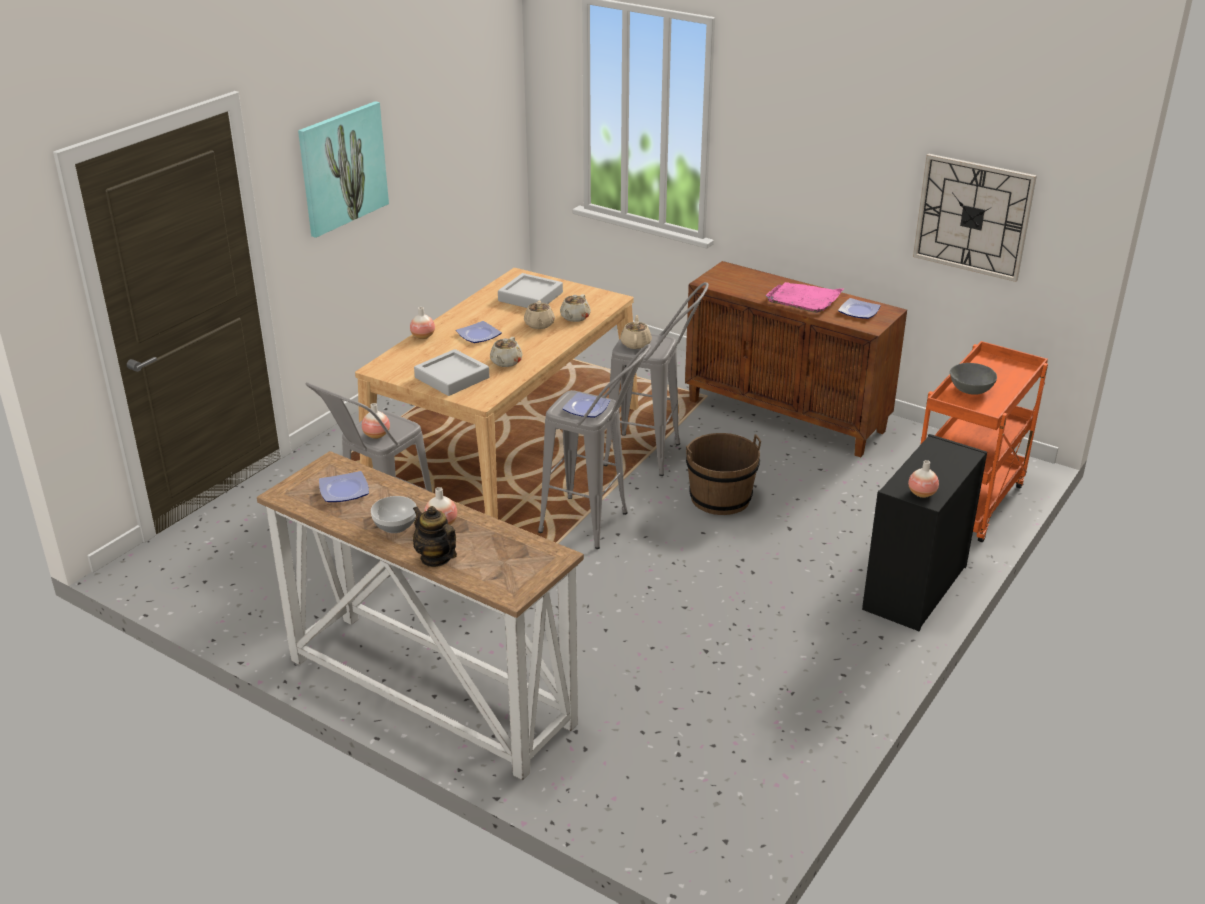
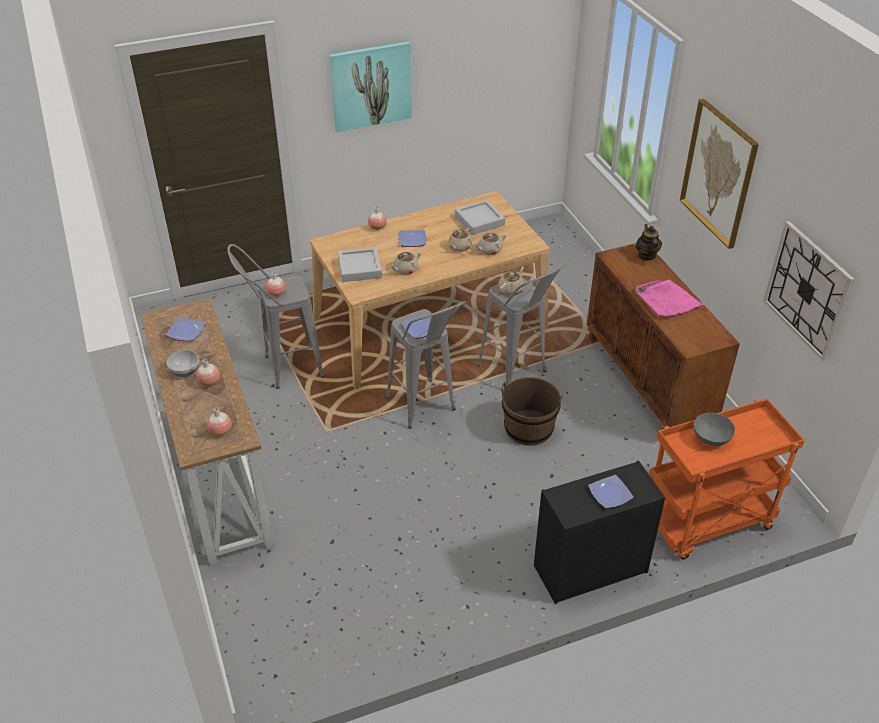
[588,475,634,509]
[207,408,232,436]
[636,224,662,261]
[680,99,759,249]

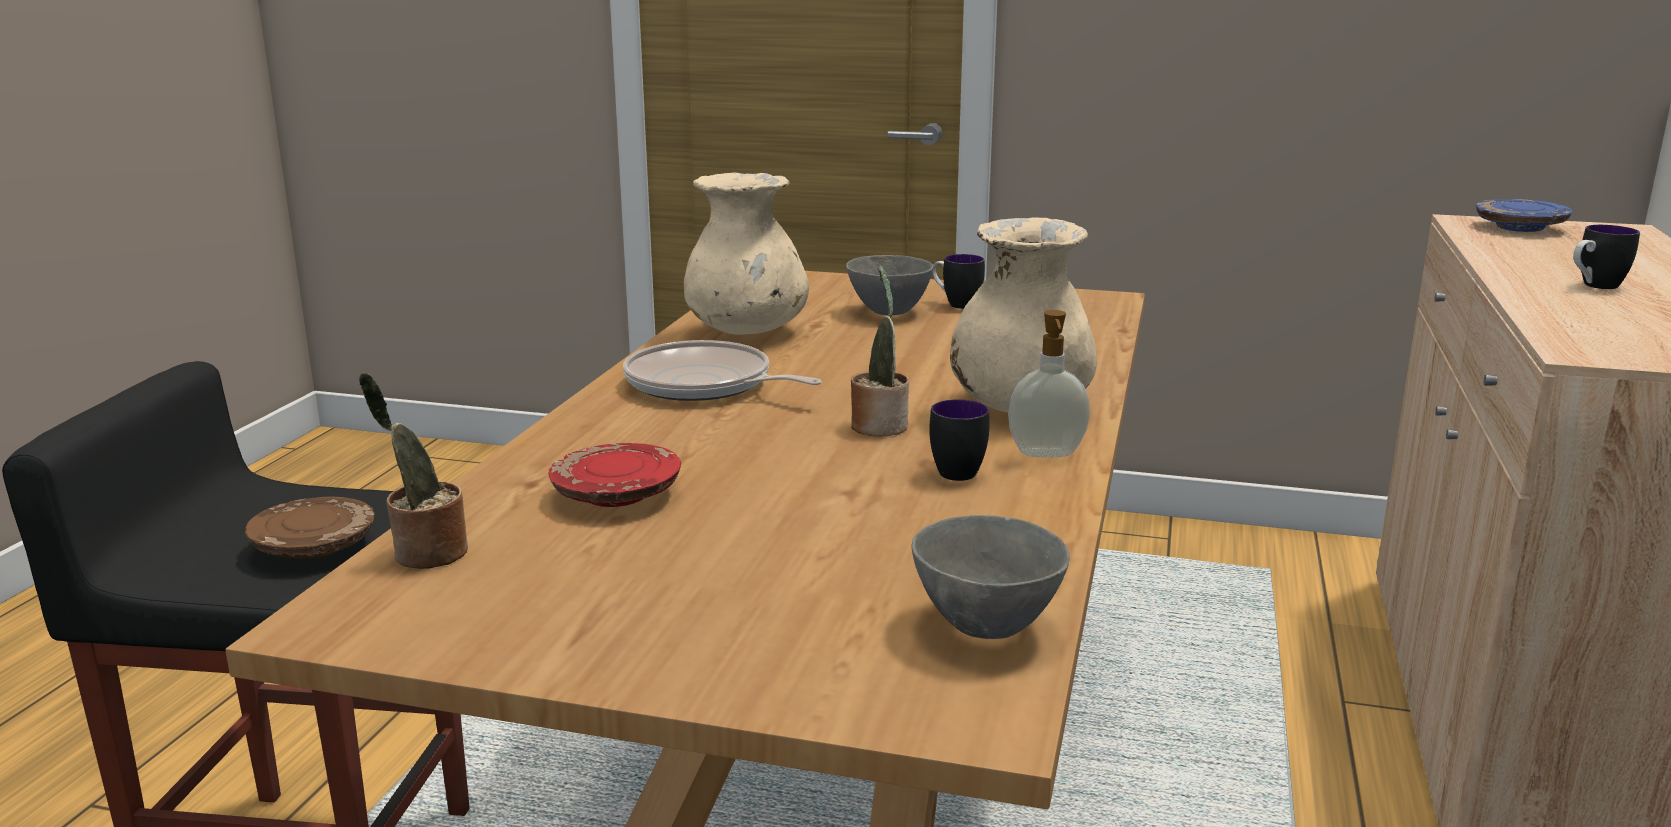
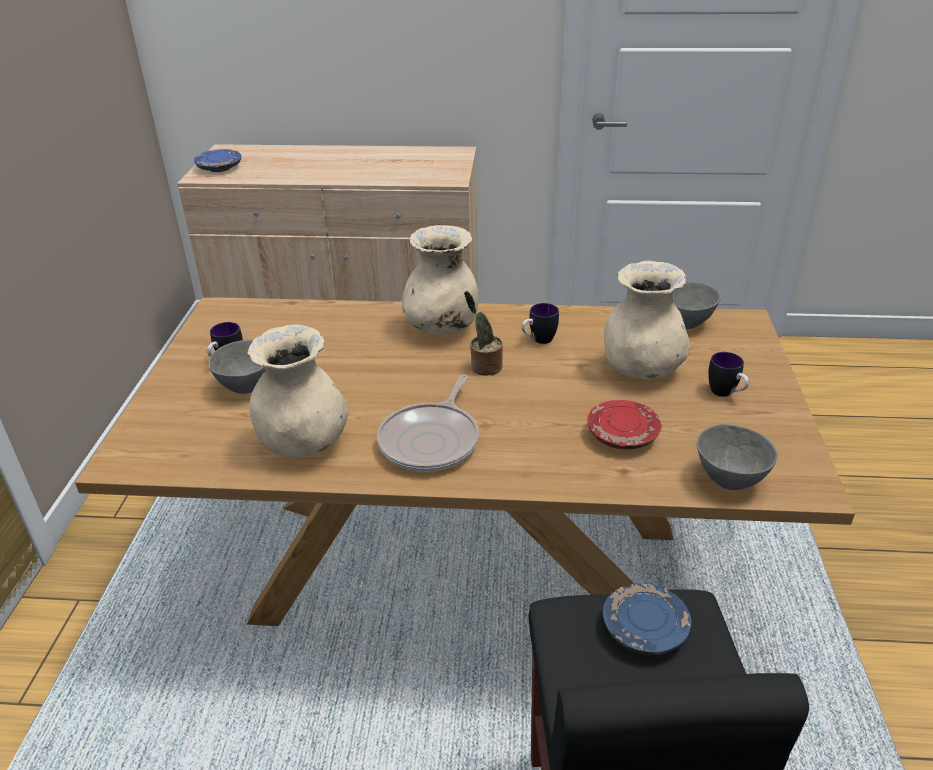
[708,352,749,397]
[1008,310,1090,458] (first image)
[697,424,778,490]
[603,583,692,655]
[604,260,690,379]

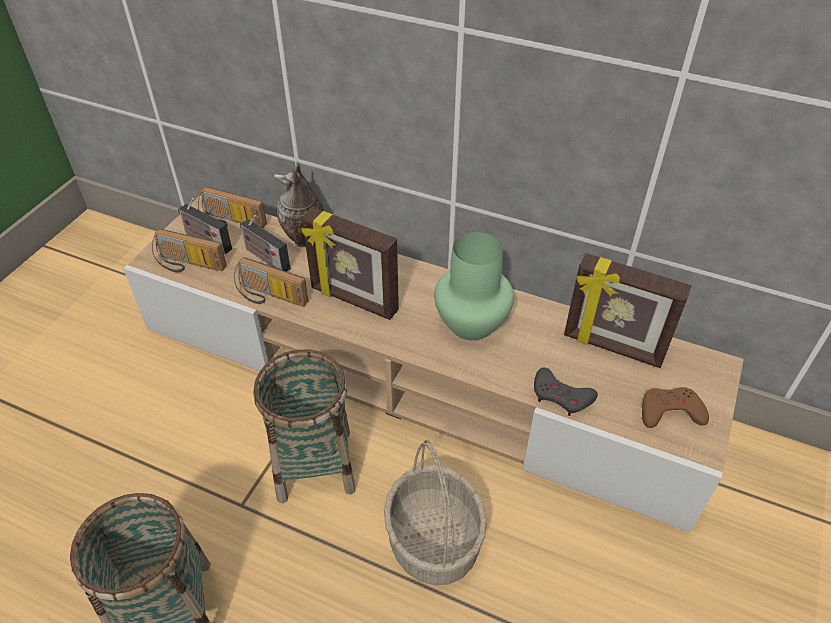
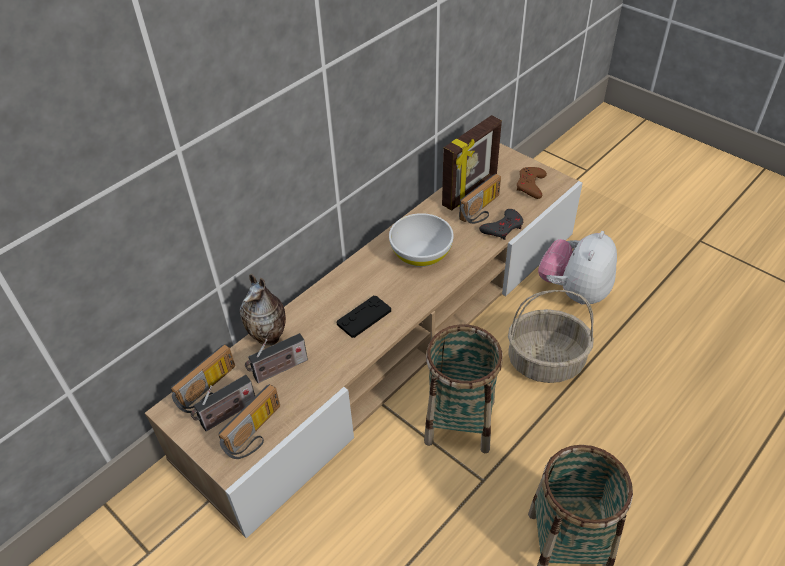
[336,295,391,338]
[389,213,454,267]
[459,174,501,224]
[538,231,617,304]

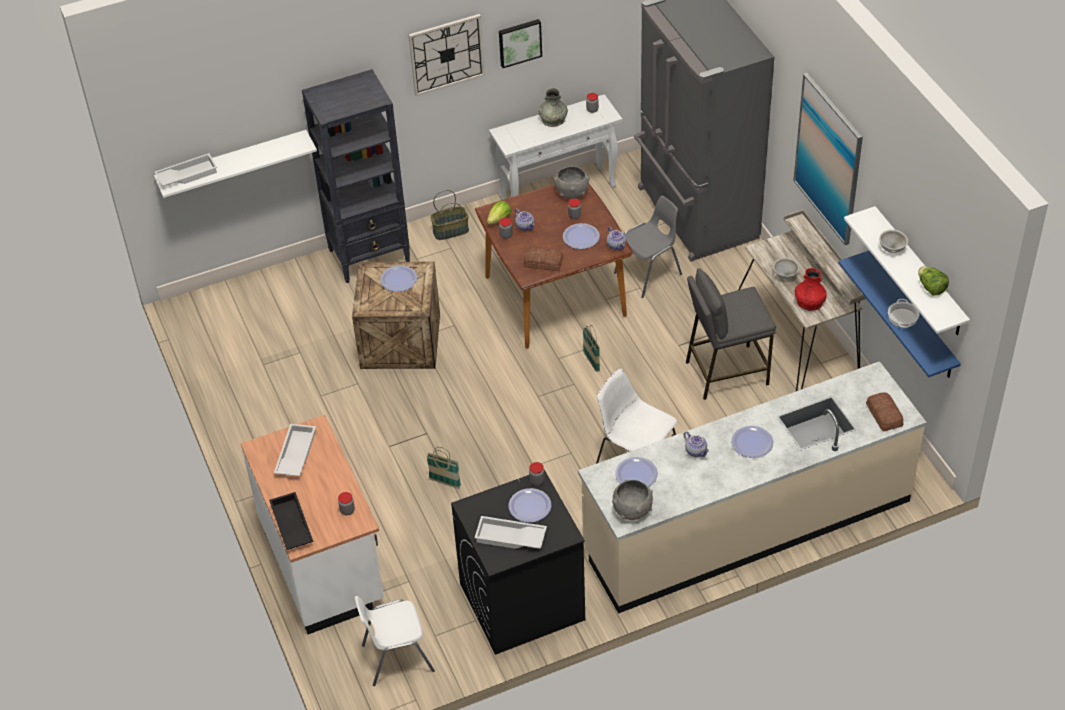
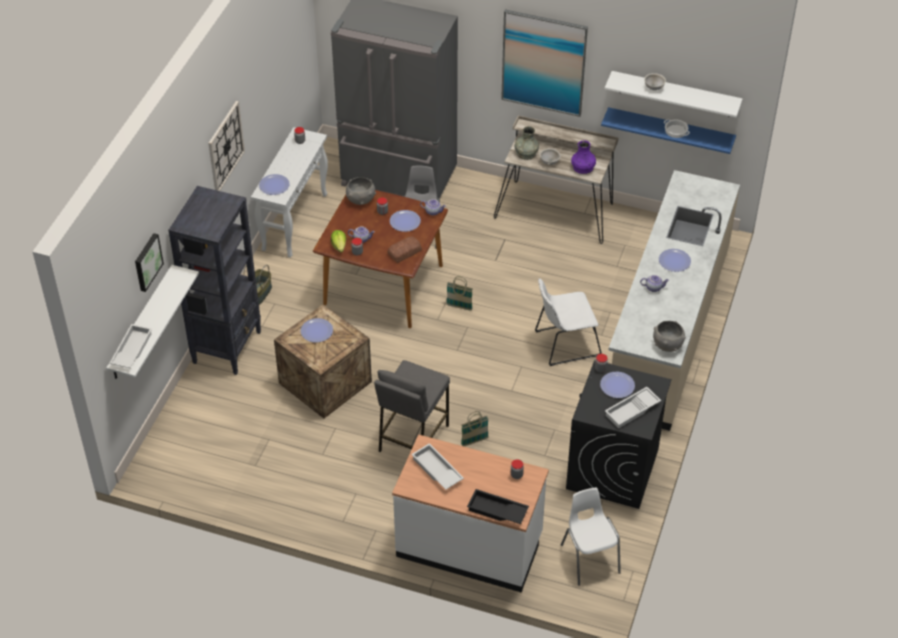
[135,233,164,292]
[515,126,539,160]
[918,266,949,296] (first image)
[374,360,450,452]
[571,140,596,174]
[866,392,903,432] (first image)
[259,174,290,195]
[561,488,621,586]

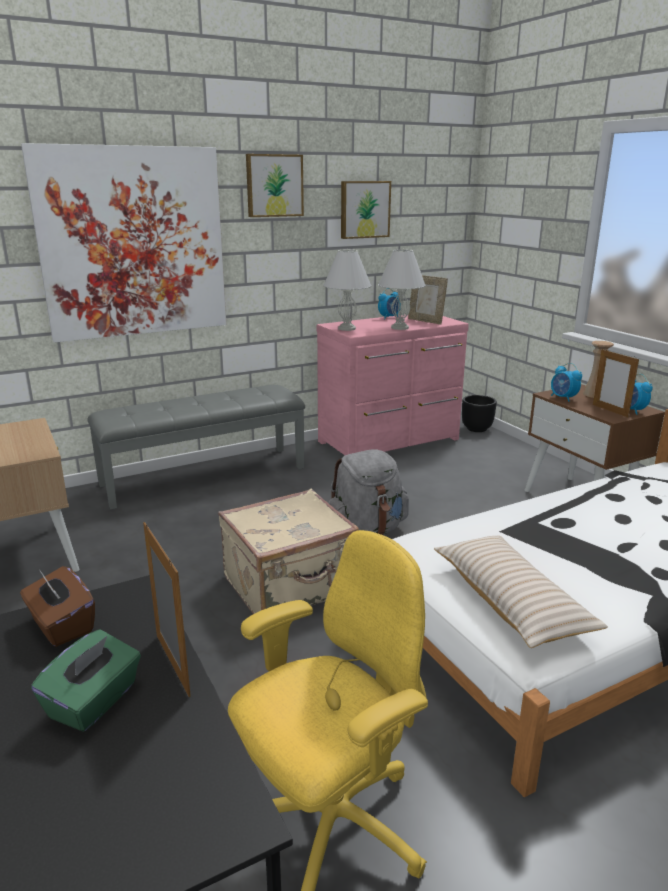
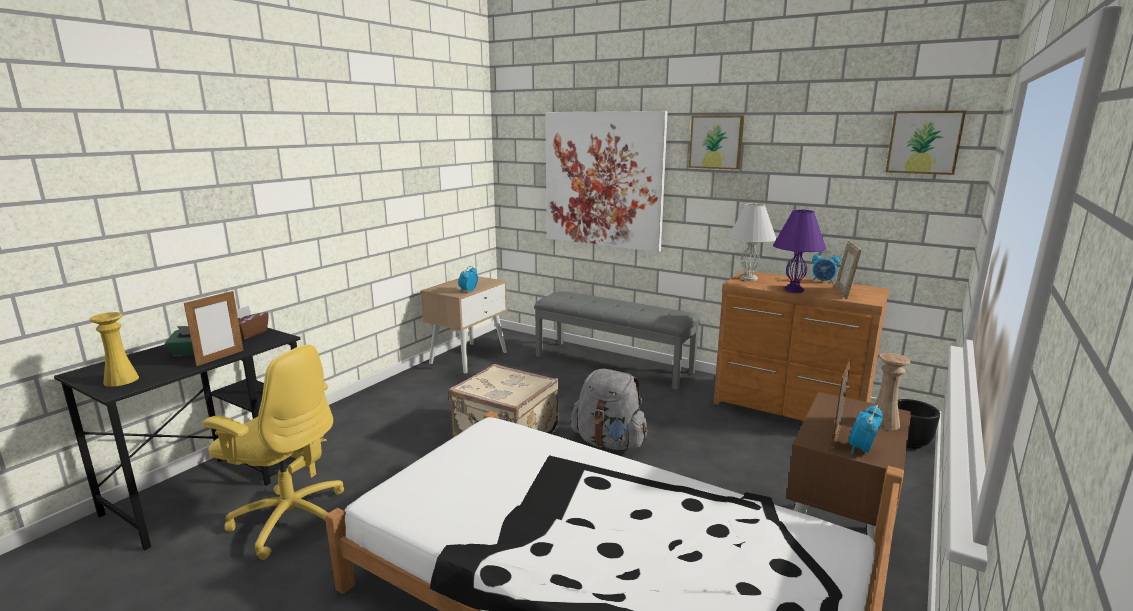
[886,111,966,175]
[773,209,826,293]
[714,270,889,421]
[458,266,478,293]
[434,535,608,648] (first image)
[89,312,139,387]

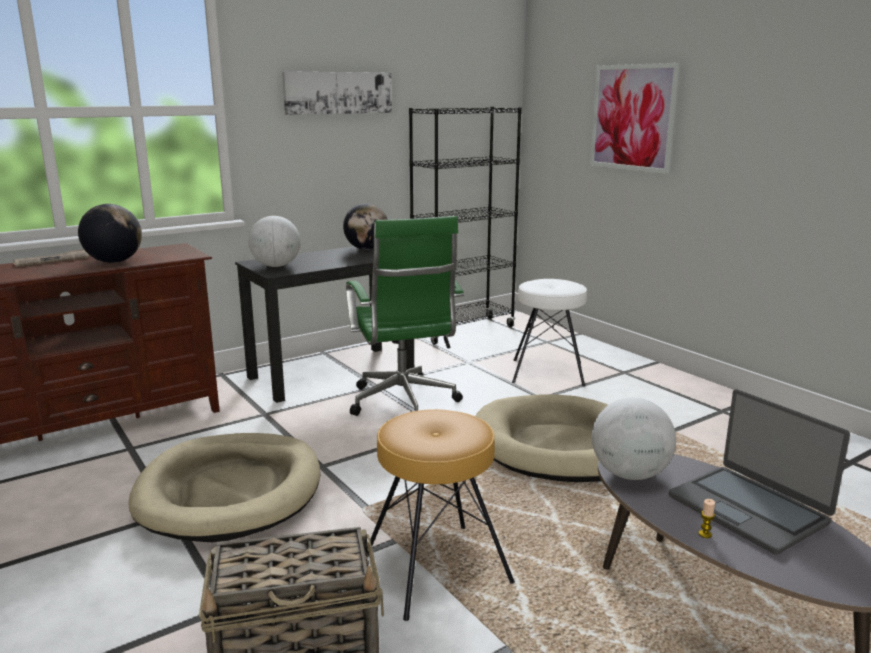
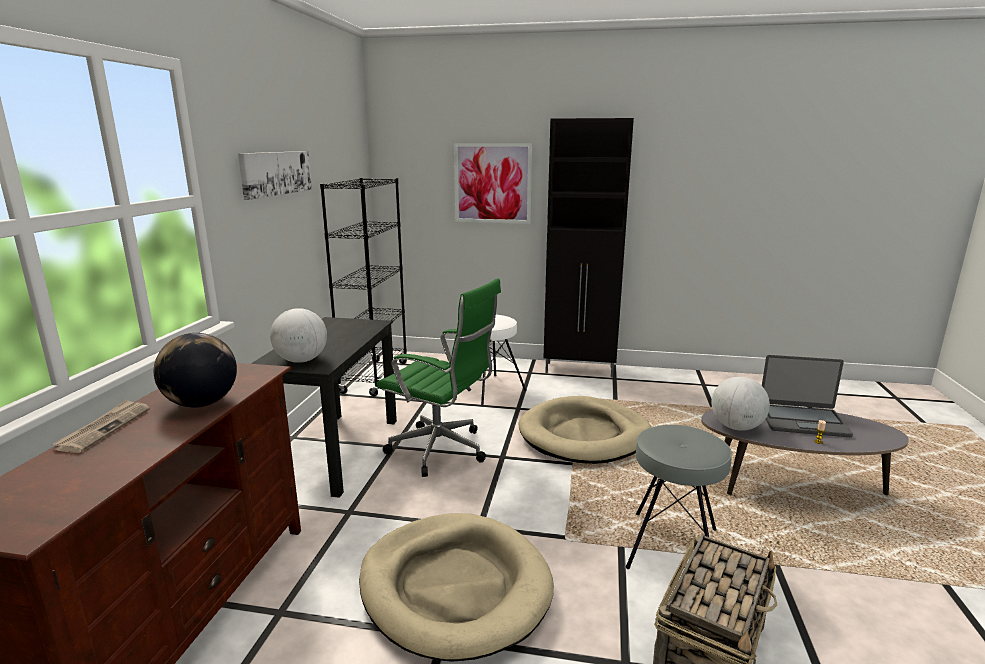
[343,203,388,250] (first image)
[626,425,732,569]
[543,118,634,377]

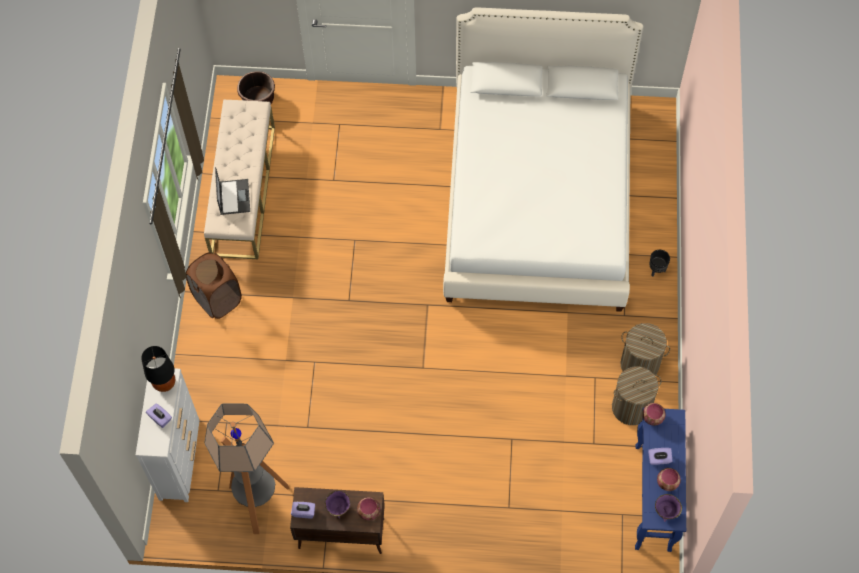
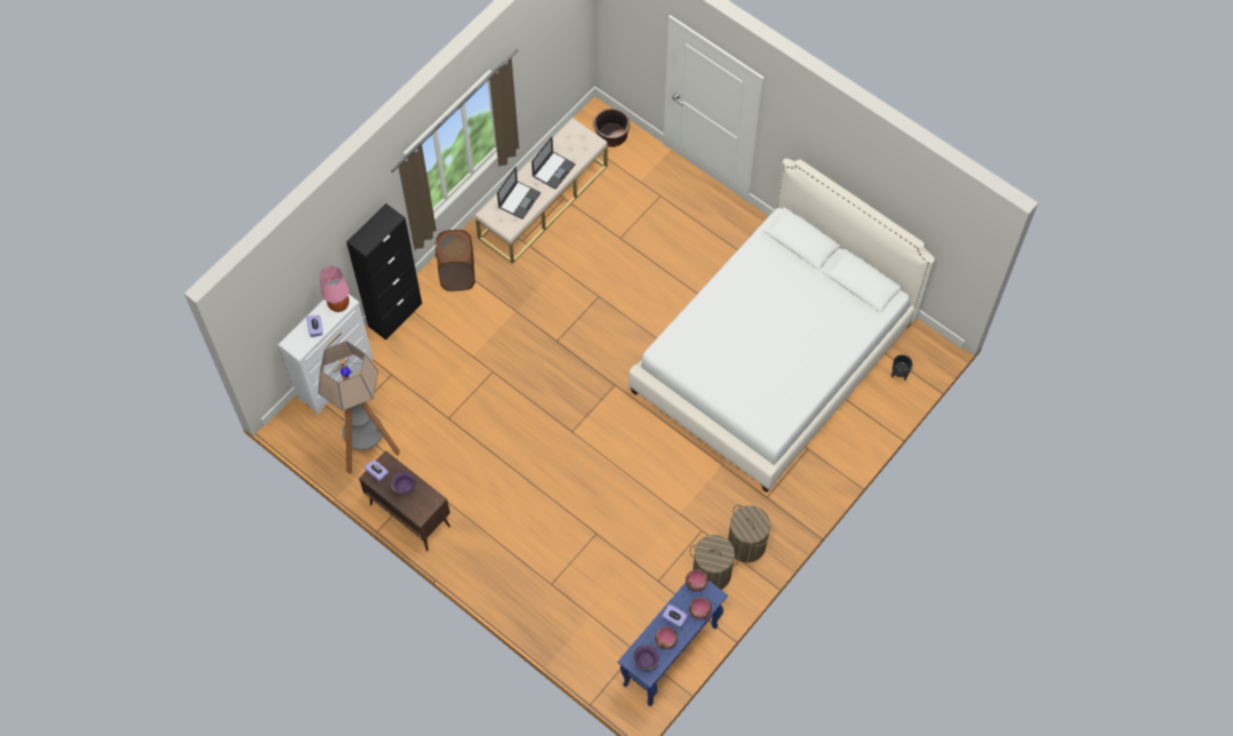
[891,355,913,380]
[320,266,349,312]
[689,597,712,620]
[531,136,575,190]
[347,204,422,340]

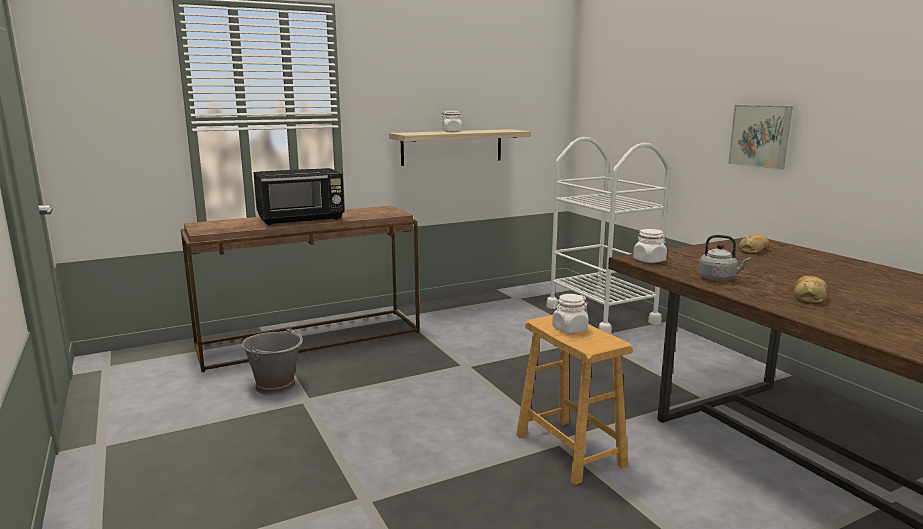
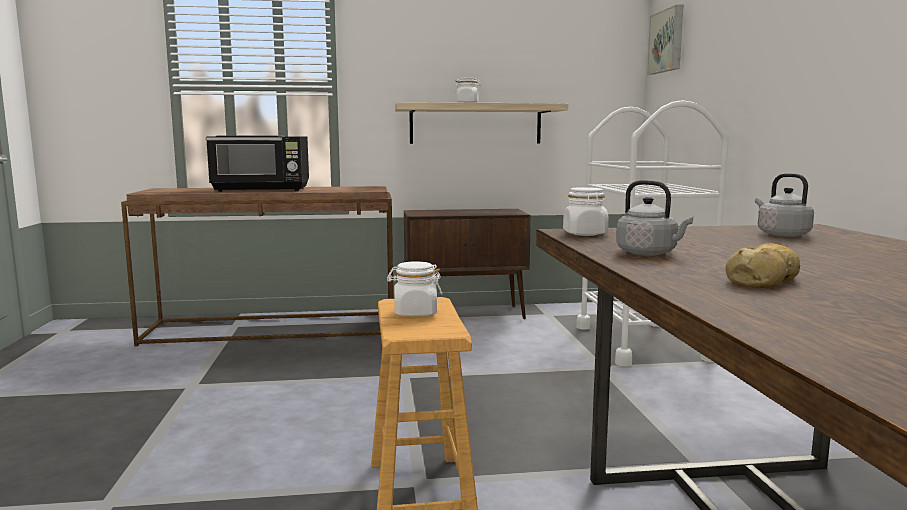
[647,5,683,75]
[755,173,814,237]
[242,326,303,395] (first image)
[404,209,531,319]

